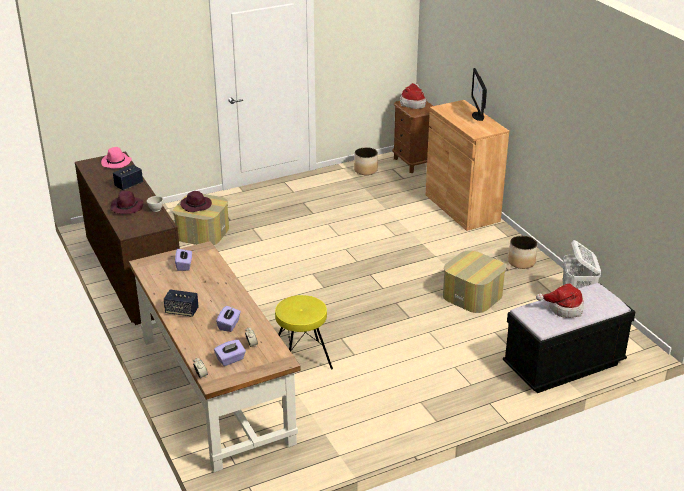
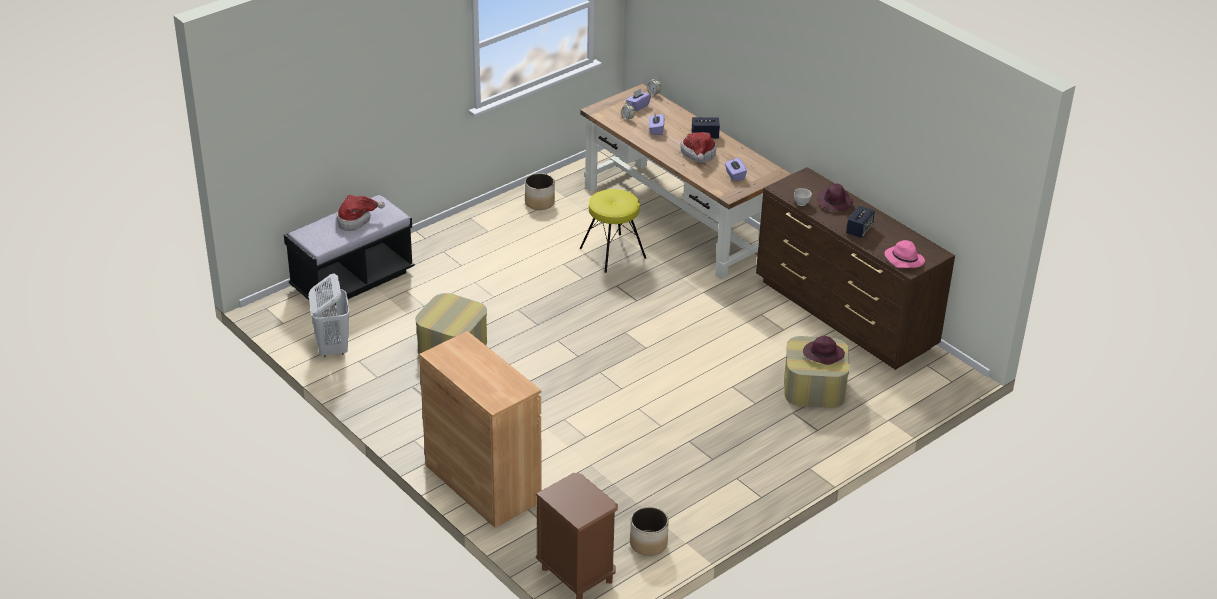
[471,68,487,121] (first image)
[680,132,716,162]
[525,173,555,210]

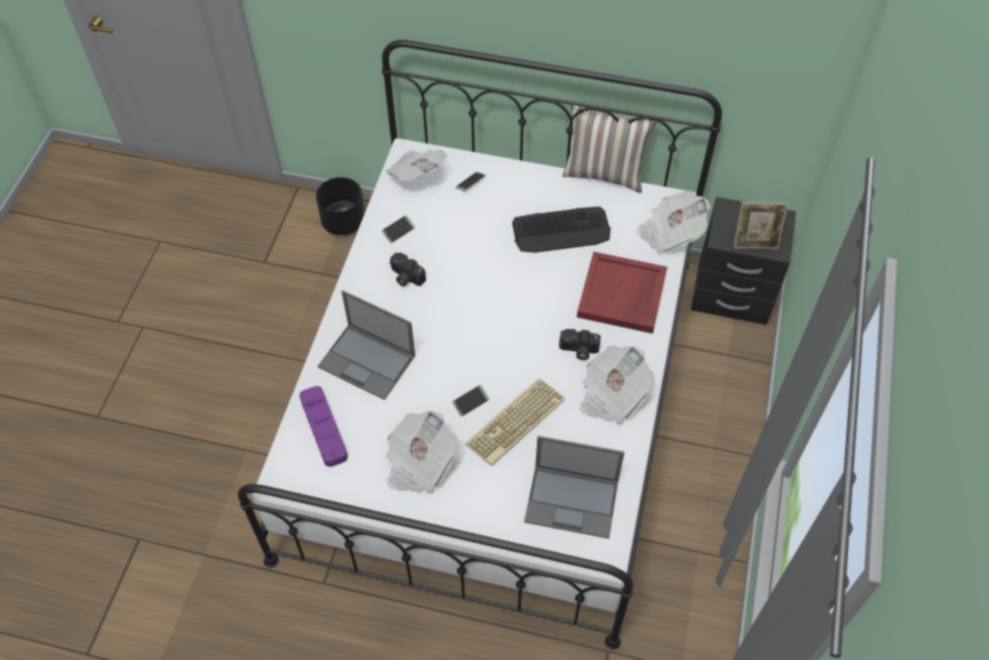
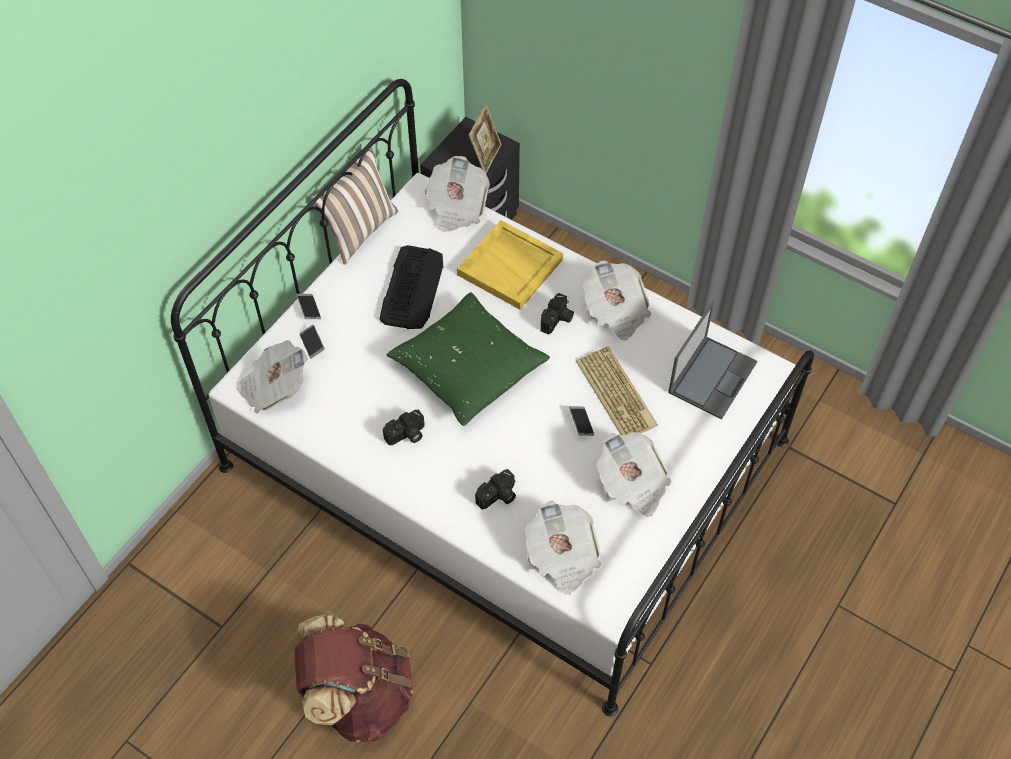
[316,177,365,235] (first image)
[297,294,321,319]
[457,220,563,310]
[475,469,516,509]
[525,501,601,594]
[386,292,550,426]
[294,614,413,743]

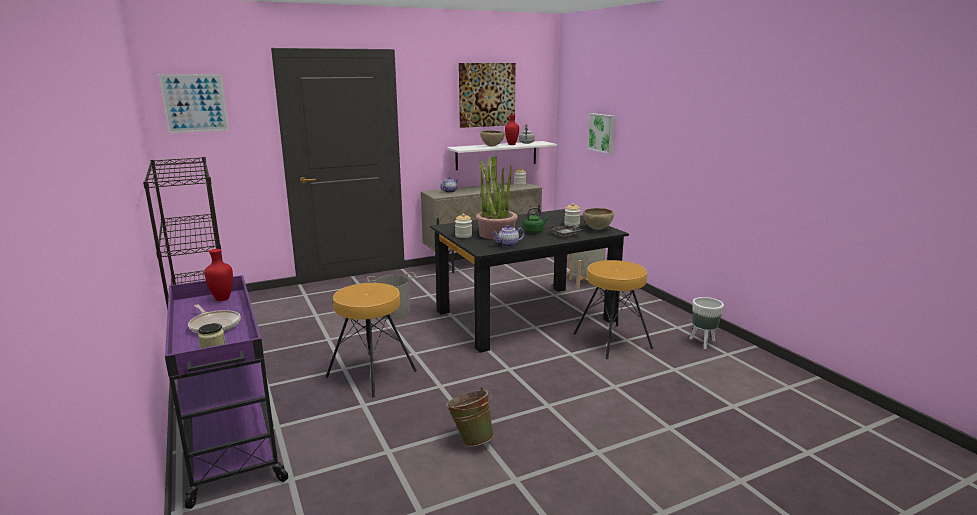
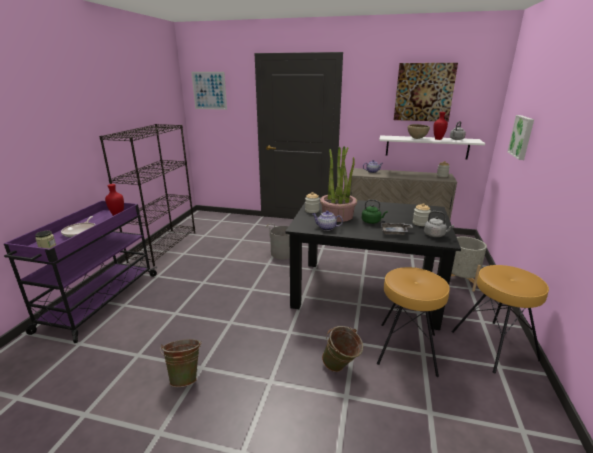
[424,211,454,237]
[451,265,549,373]
[689,297,724,349] (first image)
[322,326,363,372]

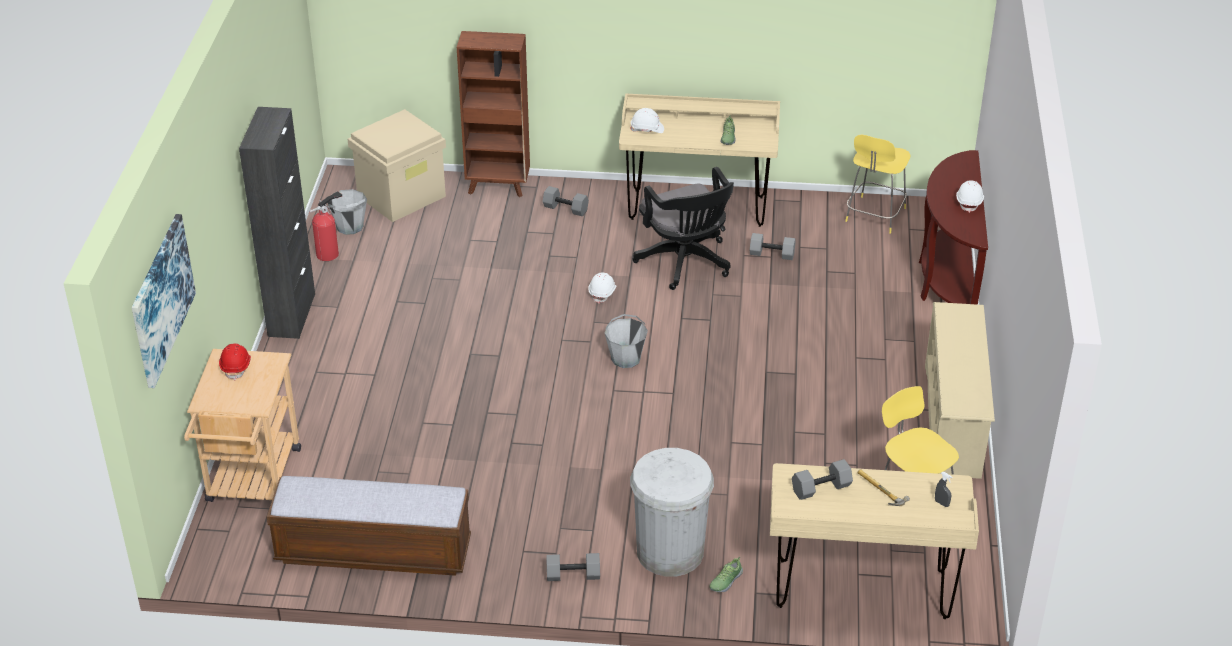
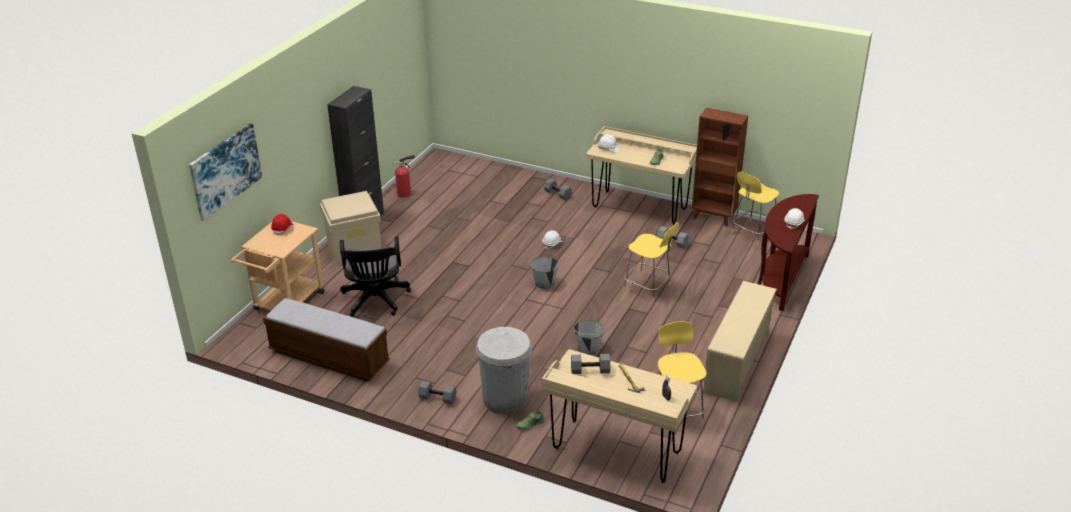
[692,108,748,227]
[320,191,381,266]
[340,236,411,317]
[574,320,604,355]
[623,222,679,301]

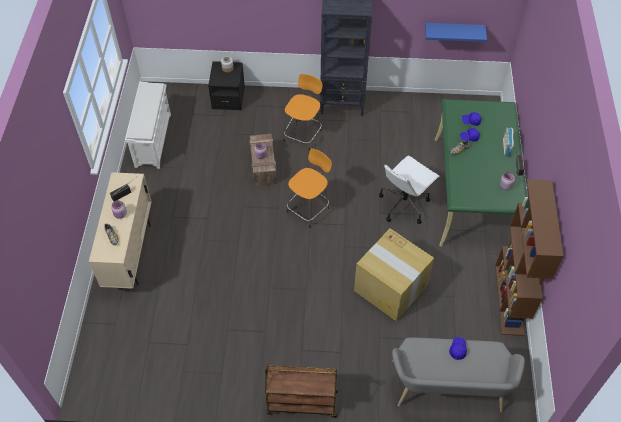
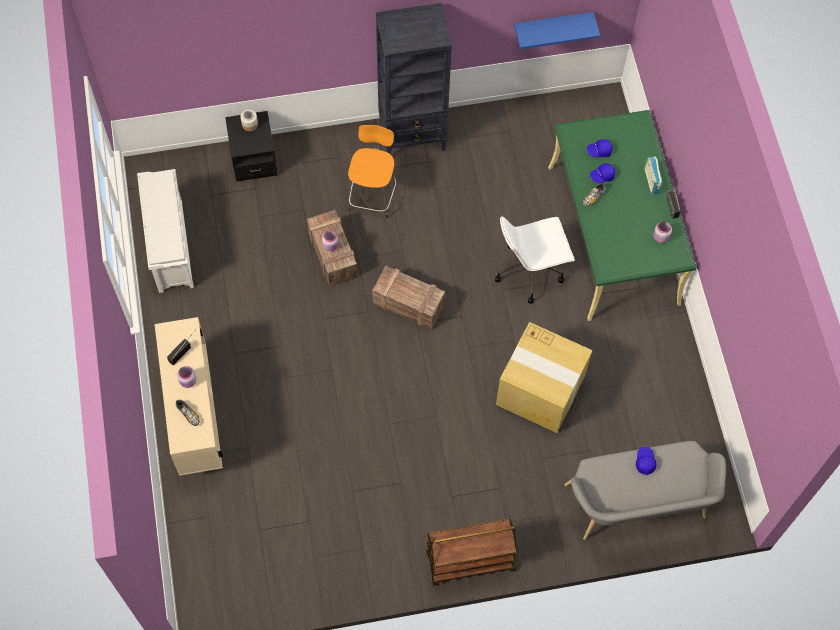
[372,266,445,329]
[495,216,575,304]
[495,179,564,336] (first image)

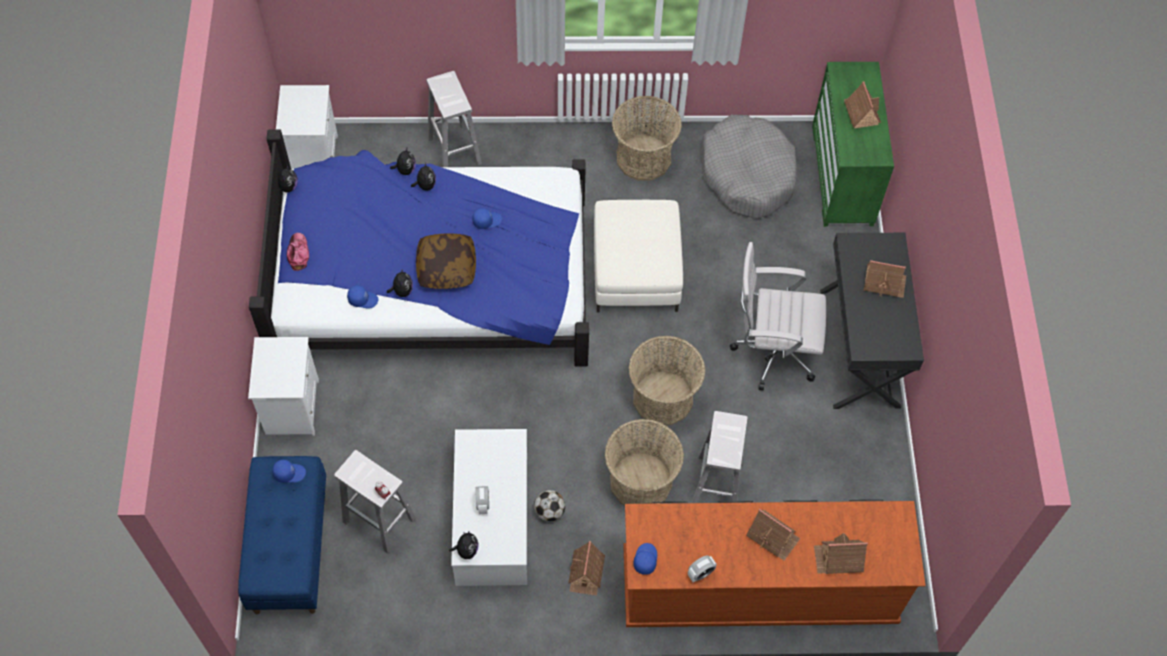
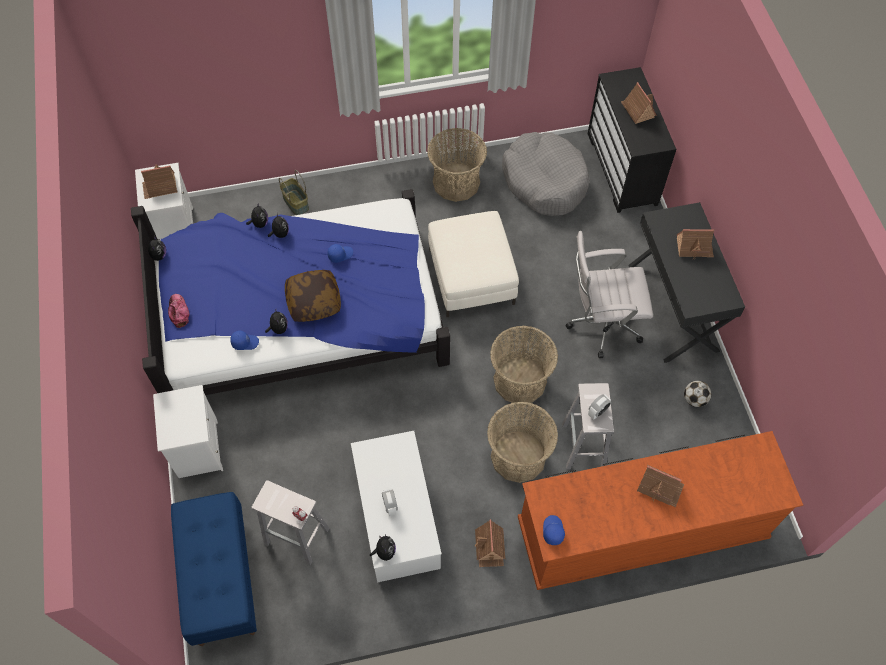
[588,67,676,213]
[279,170,309,215]
[272,460,306,483] (first image)
[684,381,711,407]
[141,165,178,199]
[588,394,611,420]

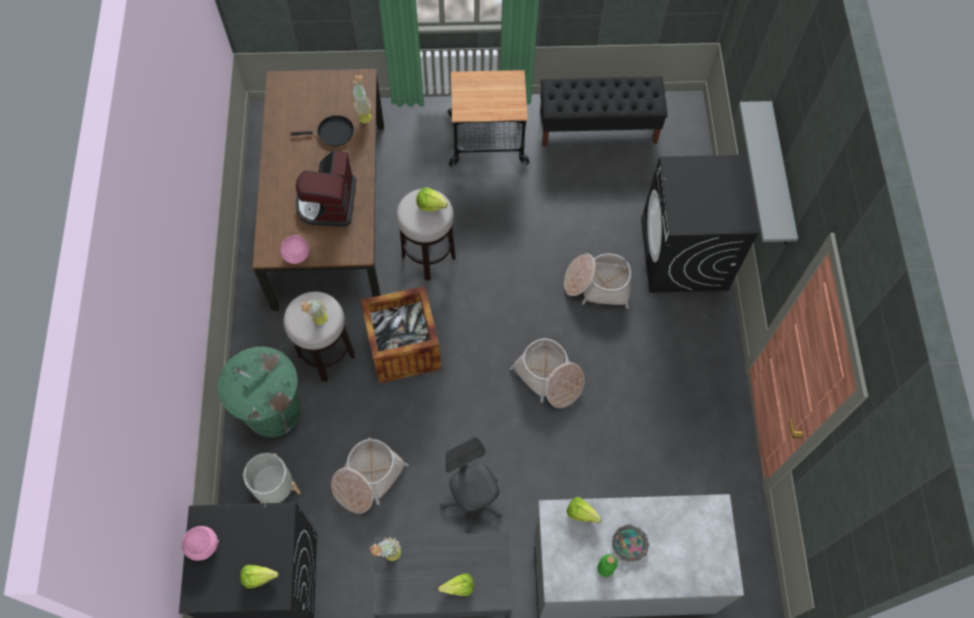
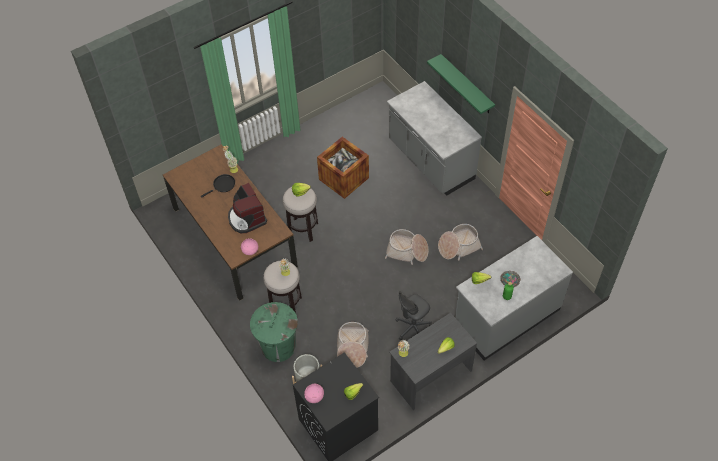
[448,70,529,167] (first image)
[540,77,668,146] (first image)
[427,54,495,114]
[387,81,482,195]
[438,224,483,261]
[317,137,369,199]
[395,291,432,340]

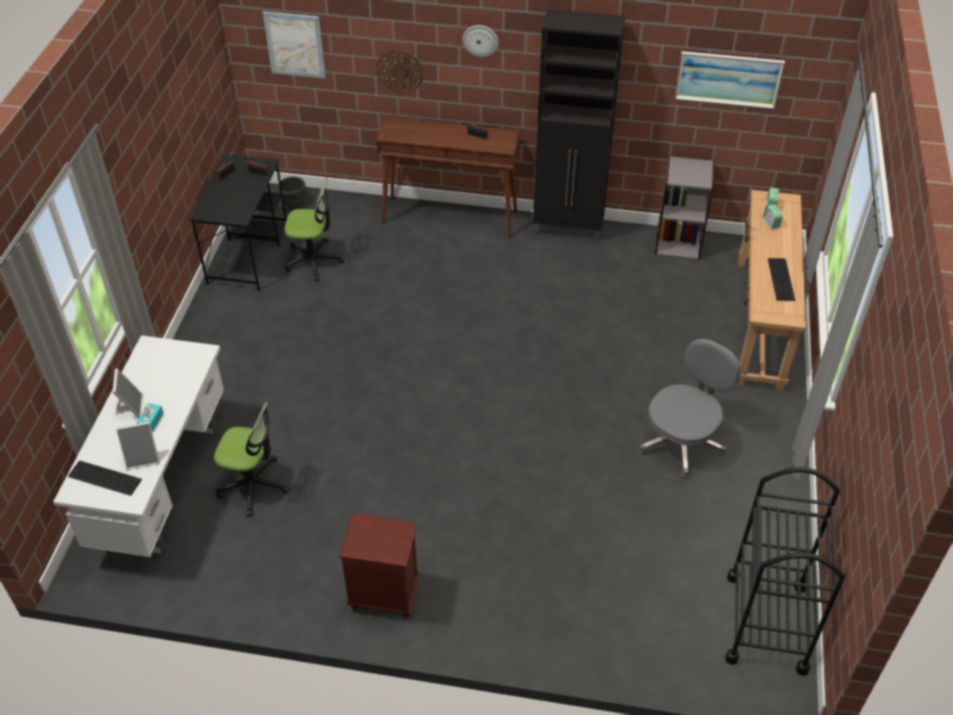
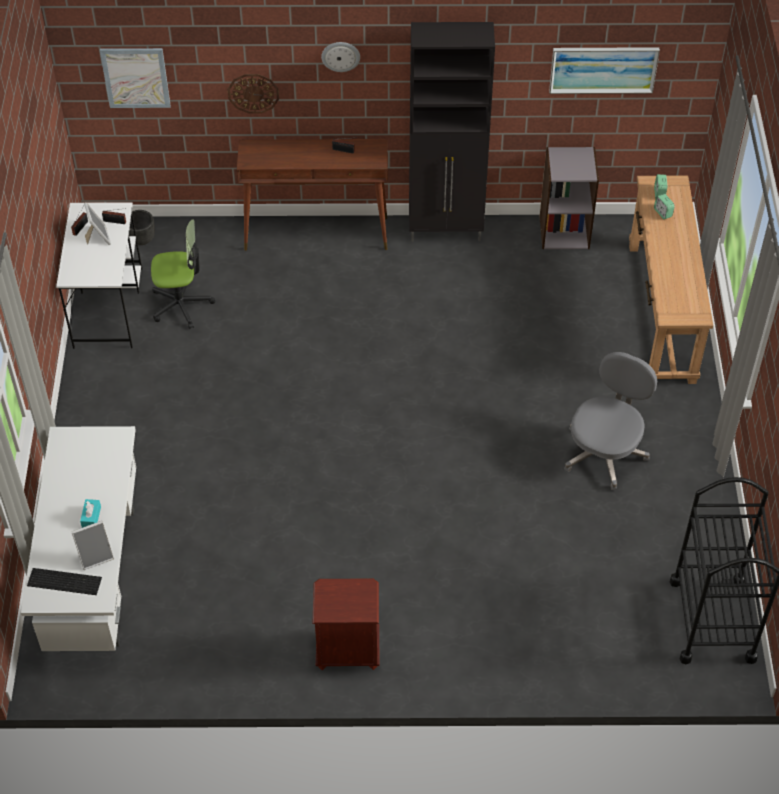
[56,202,142,349]
[768,258,795,301] (first image)
[84,202,111,245]
[214,402,289,516] (first image)

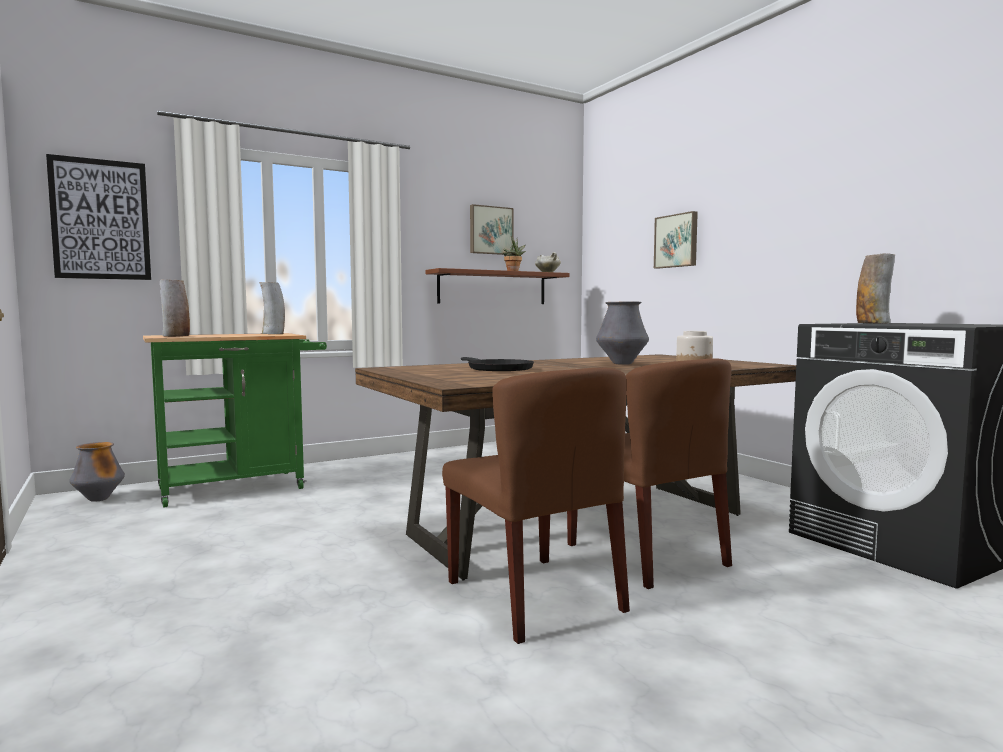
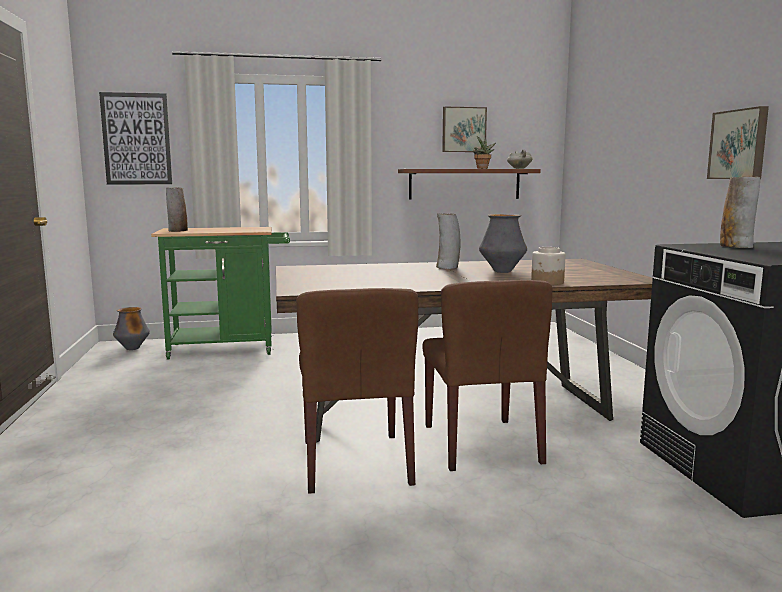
[707,106,769,179]
[436,214,461,269]
[461,357,534,371] (first image)

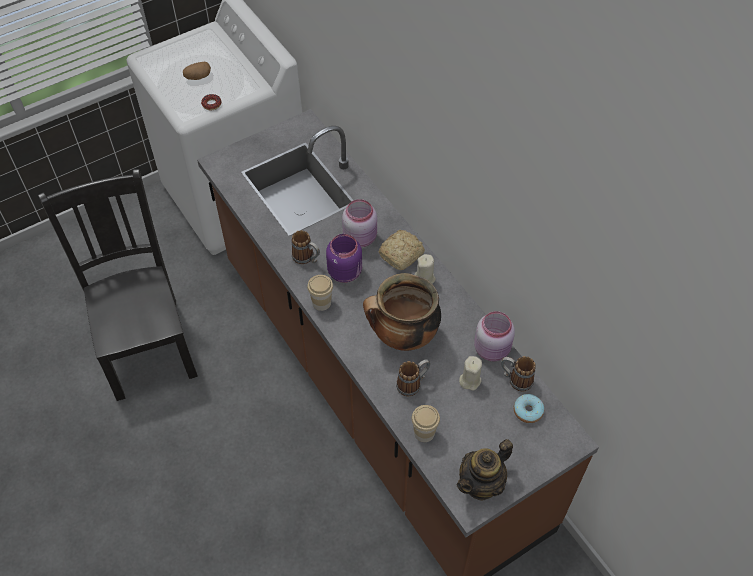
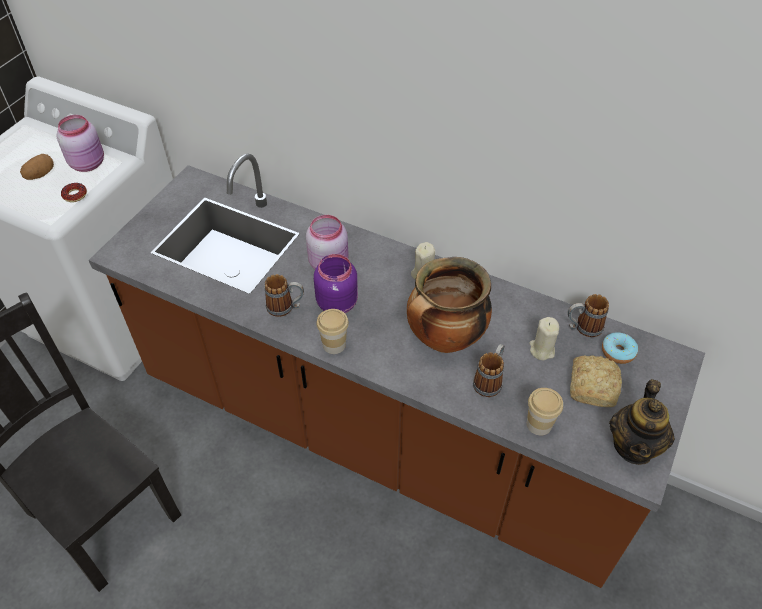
[570,355,622,407]
[56,115,104,172]

